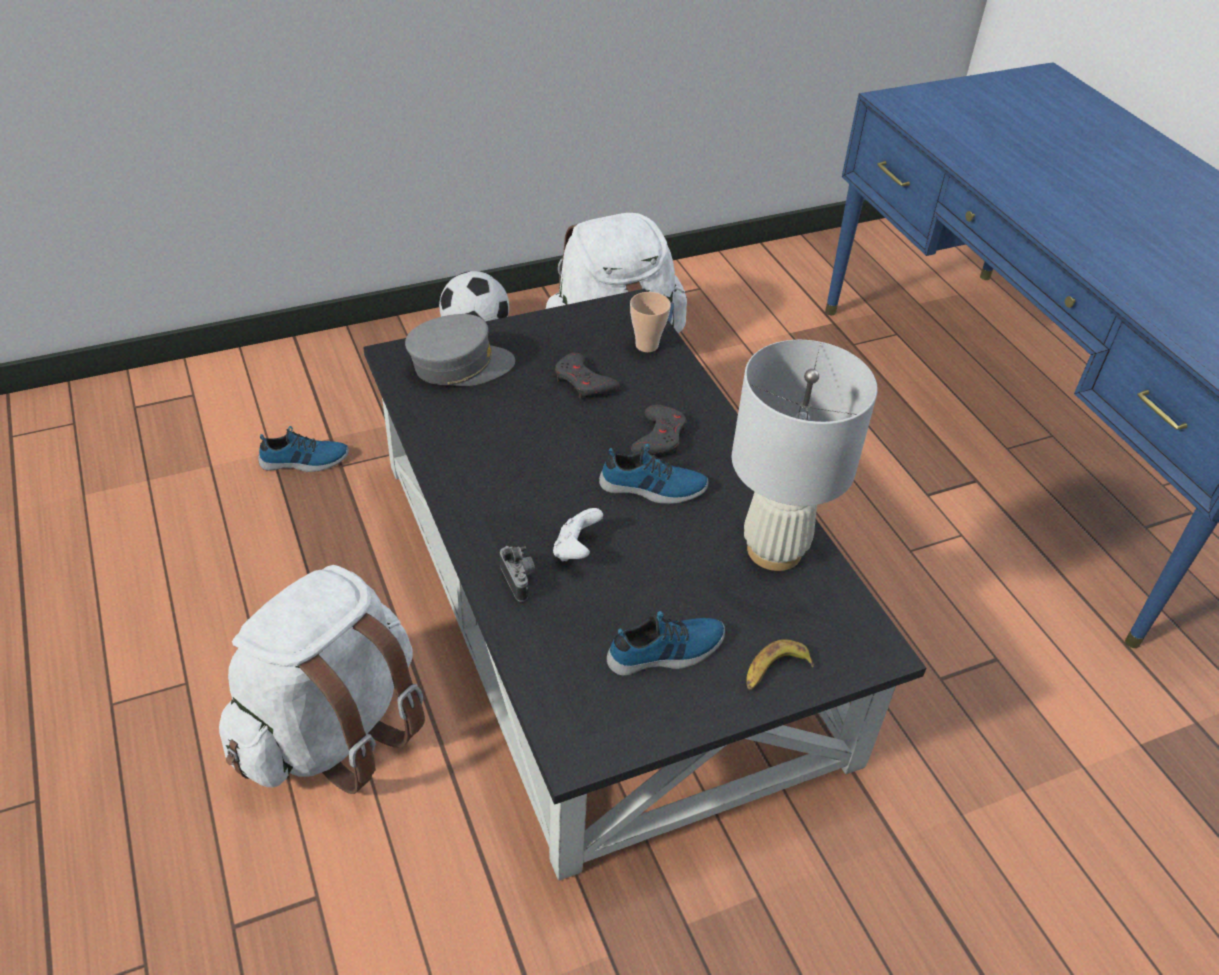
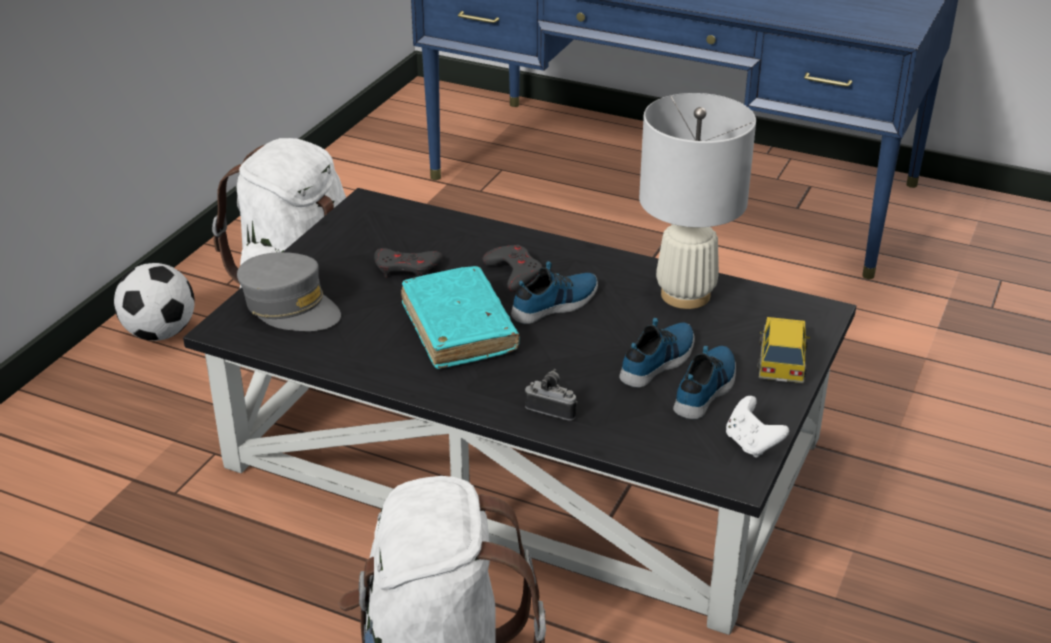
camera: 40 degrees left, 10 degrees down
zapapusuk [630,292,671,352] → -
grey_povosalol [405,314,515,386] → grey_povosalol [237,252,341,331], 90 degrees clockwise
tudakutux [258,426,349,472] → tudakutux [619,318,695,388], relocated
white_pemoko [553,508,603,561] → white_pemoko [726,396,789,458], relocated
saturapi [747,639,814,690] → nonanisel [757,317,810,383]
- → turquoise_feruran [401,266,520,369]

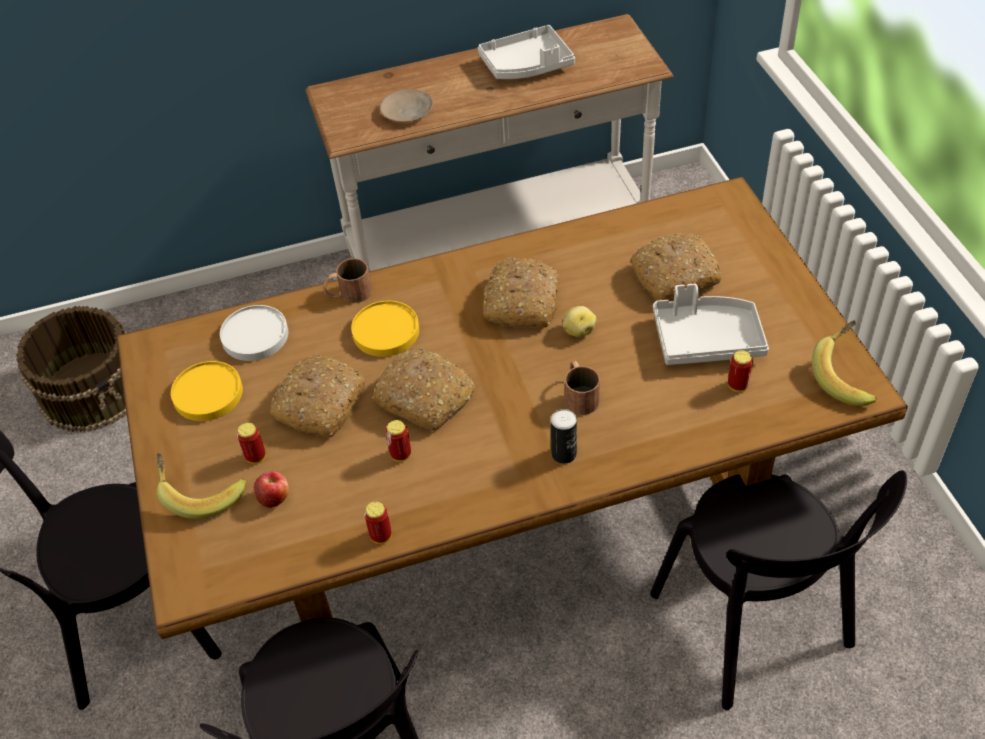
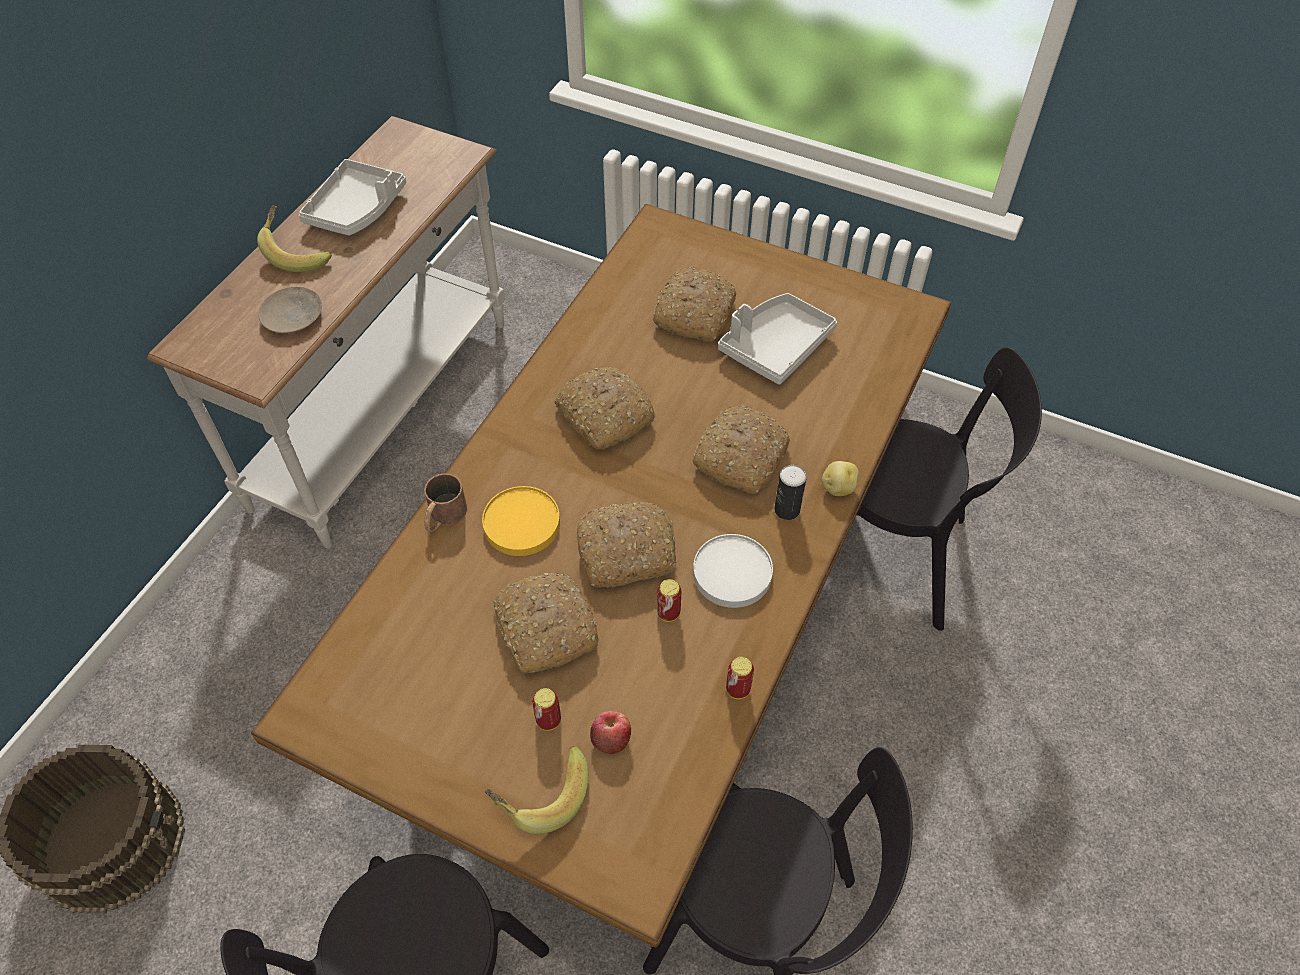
camera: 50 degrees left, 5 degrees up
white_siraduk [220,305,288,361] → white_siraduk [693,534,773,608], relocated
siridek [562,306,597,337] → siridek [822,461,859,496], relocated
saturapi [812,320,877,406] → saturapi [257,205,332,272], relocated
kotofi [728,350,753,392] → -
yellow_siraduk [171,361,243,421] → -
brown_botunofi [565,361,600,415] → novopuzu [692,405,790,494]

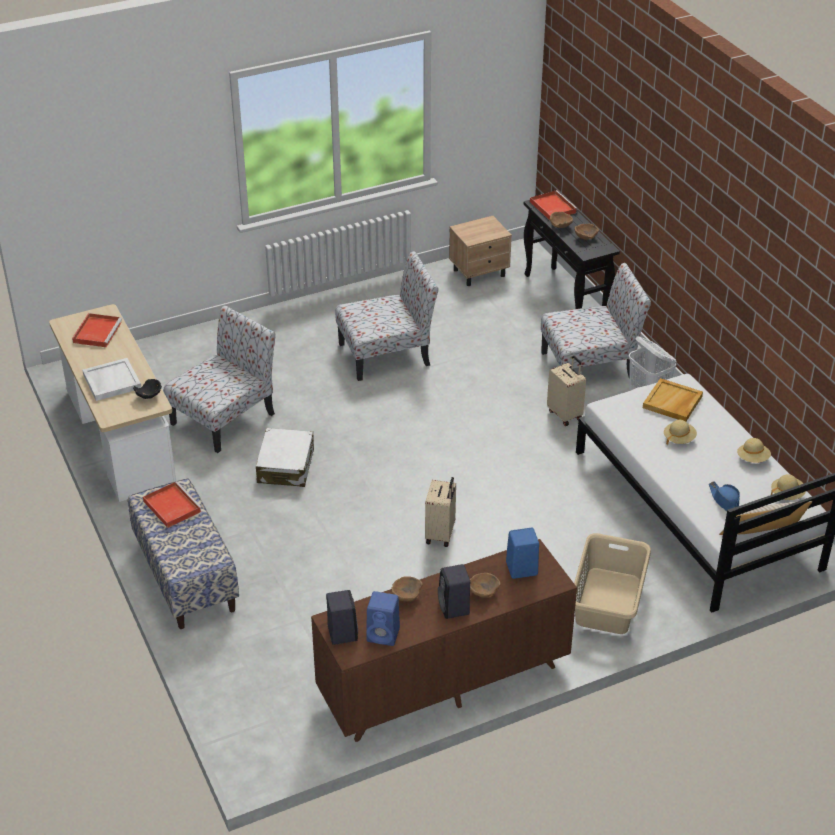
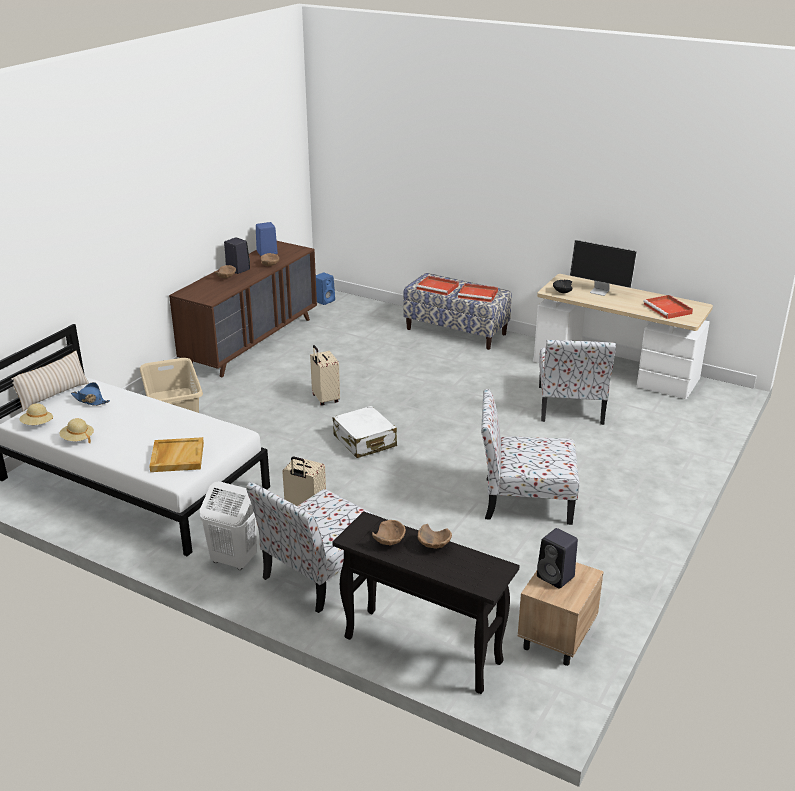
camera: 145 degrees right, 10 degrees down
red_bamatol [530,190,578,220] → red_bamatol [416,276,459,296], relocated
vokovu [335,251,438,381] → vokovu [481,389,580,525], 60 degrees clockwise
white_bamatol [82,358,141,401] → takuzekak [570,240,637,296]
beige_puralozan [664,420,697,445] → -
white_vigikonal [256,428,314,487] → white_vigikonal [333,406,397,458], relocated
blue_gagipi [506,528,539,579] → blue_gagipi [316,272,335,305], relocated
black_gagipi [326,590,358,645] → black_gagipi [537,528,578,589], relocated

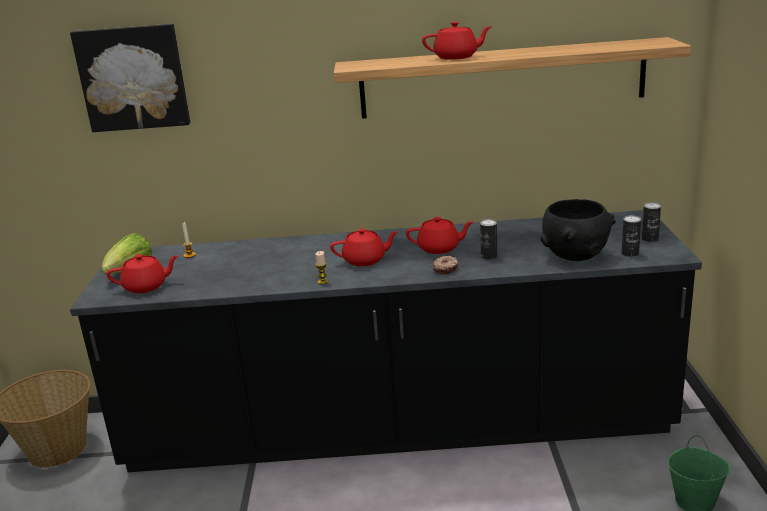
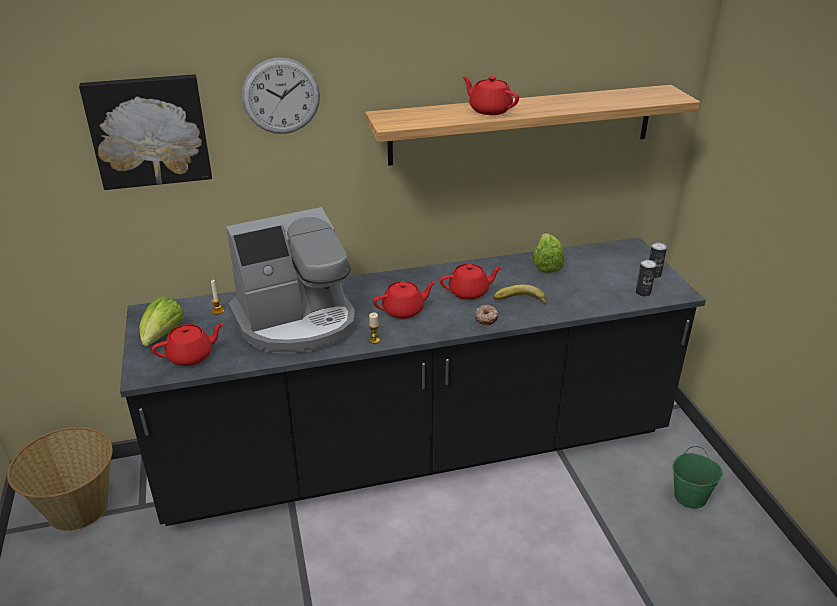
camera: 15 degrees left, 10 degrees up
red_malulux [422,22,492,60] → red_malulux [462,76,519,115], 120 degrees counterclockwise
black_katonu [541,199,616,261] → -
kotofi [480,219,497,260] → saturapi [494,284,546,304]
- → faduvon [242,57,320,134]
- → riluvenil [226,207,355,354]
- → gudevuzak [532,233,564,273]

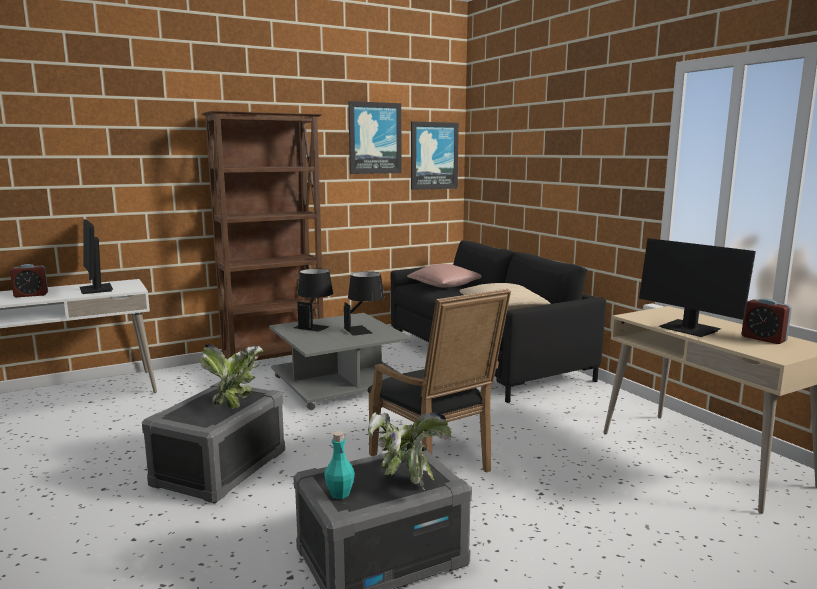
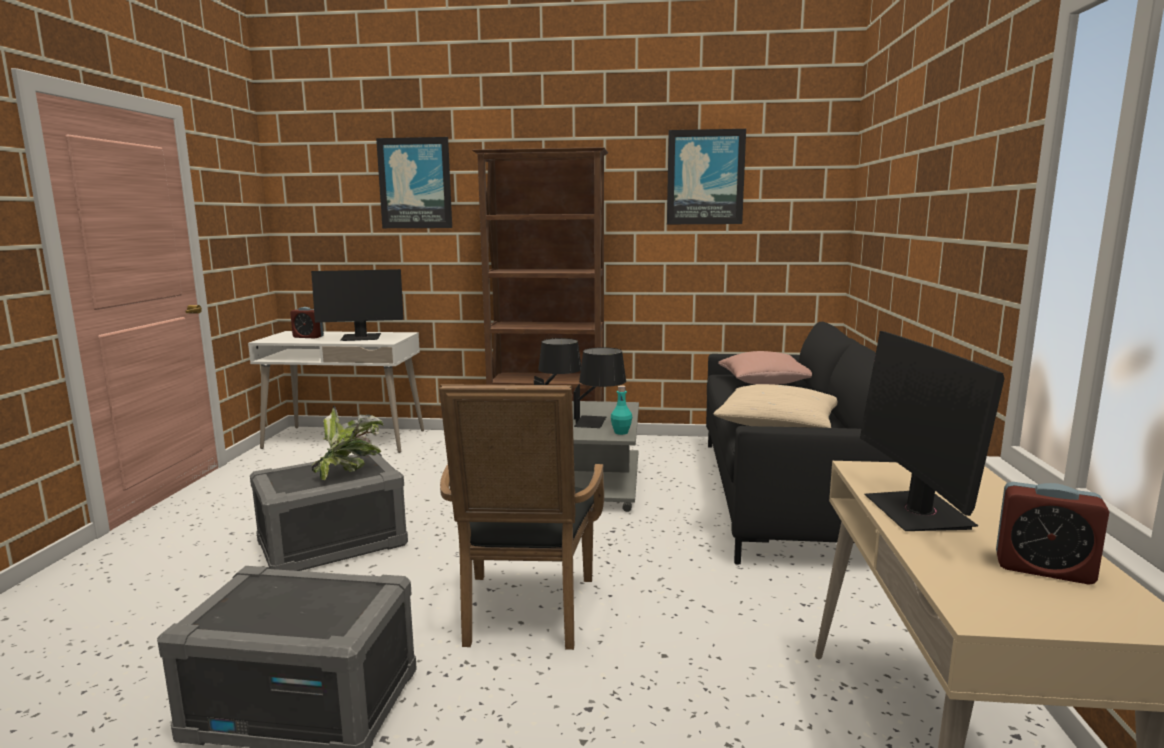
camera: 35 degrees right, 0 degrees up
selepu [411,122,459,190] → selepu [376,137,452,228], relocated
takuzekak [80,219,113,294] → takuzekak [311,269,404,341], 105 degrees counterclockwise
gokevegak [742,299,792,344] → gokevegak [996,482,1109,585], 60 degrees counterclockwise
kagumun [368,412,452,490] → -
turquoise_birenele [324,431,355,499] → turquoise_birenele [611,386,632,435], relocated

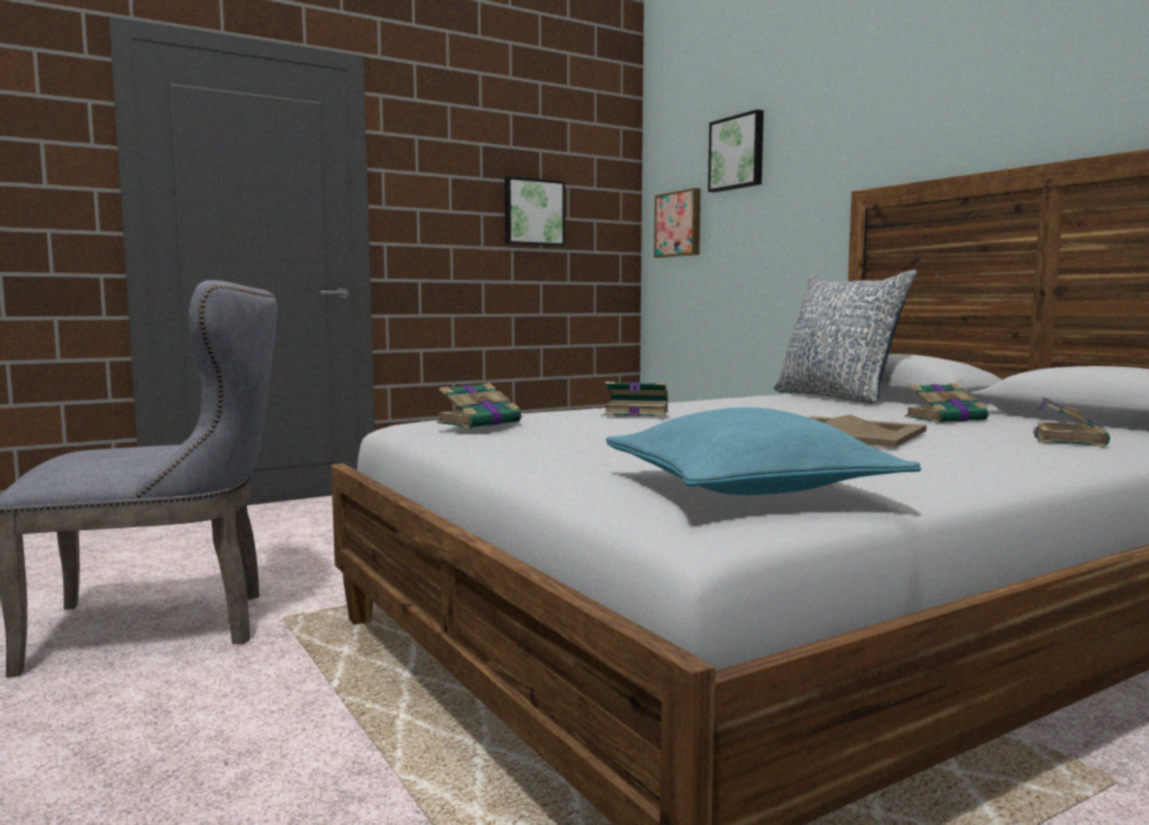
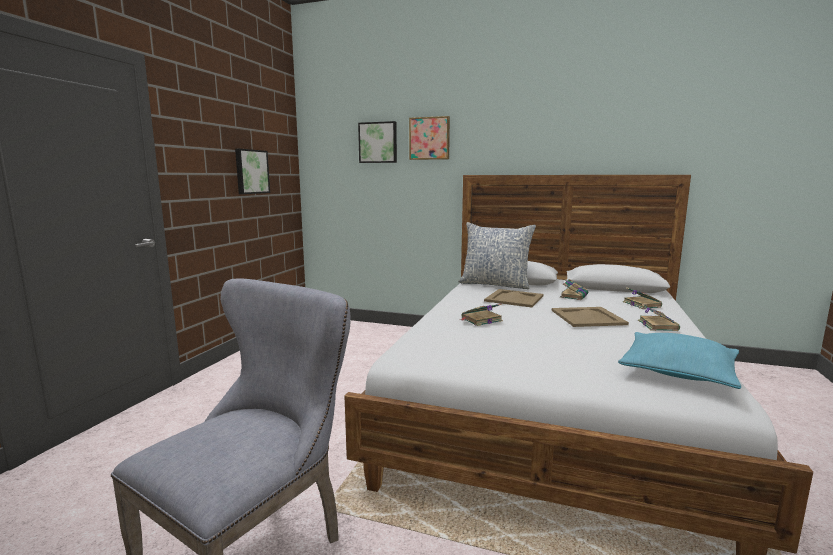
camera: 40 degrees left, 5 degrees up
selepu [654,188,701,258] → selepu [409,116,450,160], relocated
feruran [437,383,524,428] → feruran [638,304,680,331], relocated
- → beige_bamatol [484,289,544,308]

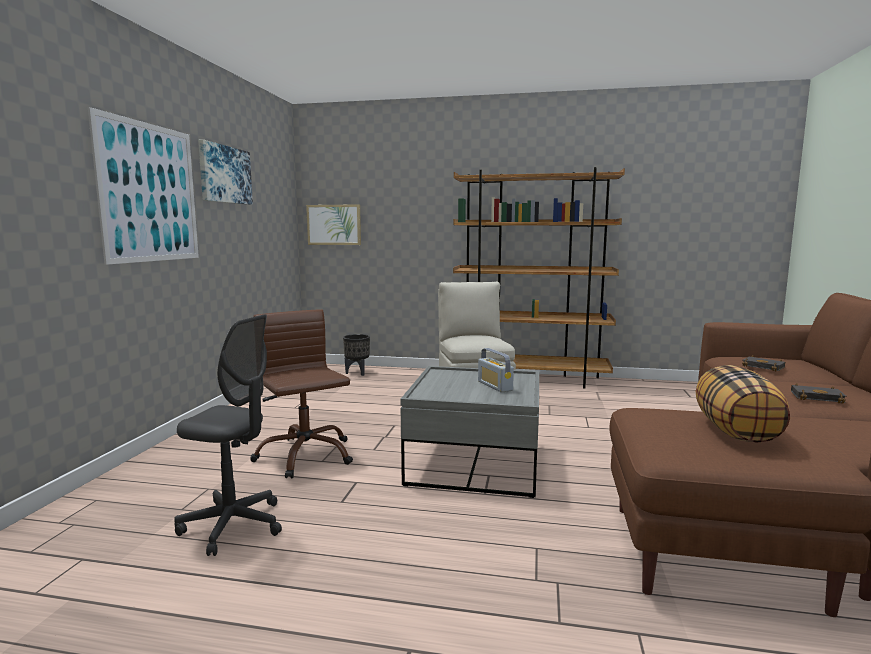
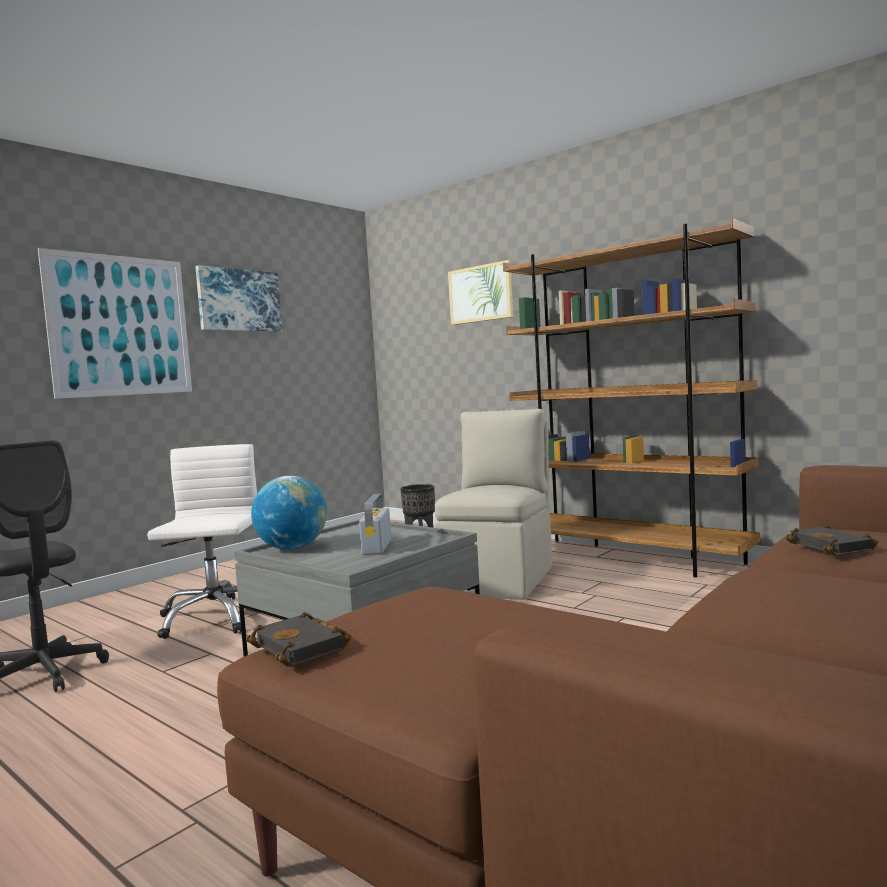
camera: 30 degrees right, 5 degrees down
selepu [306,204,361,245] → selepu [448,260,514,325], relocated
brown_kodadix [250,309,353,479] → white_kodadix [147,444,257,639]
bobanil [695,365,790,443] → -
black_feruran [791,383,847,404] → black_feruran [246,612,351,667], relocated
- → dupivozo [251,476,327,550]

